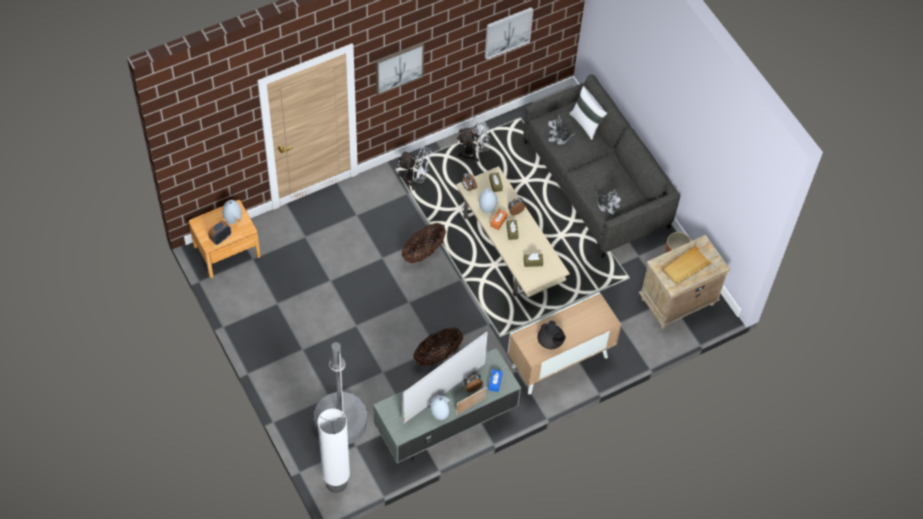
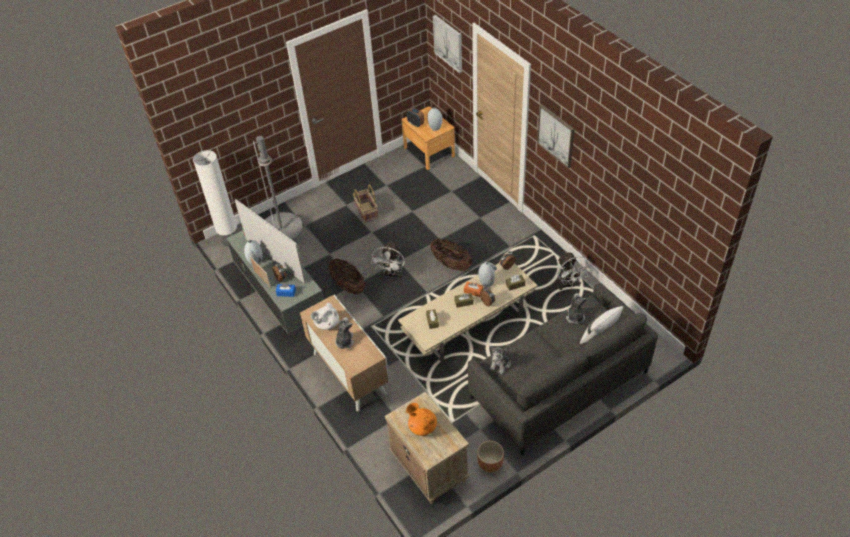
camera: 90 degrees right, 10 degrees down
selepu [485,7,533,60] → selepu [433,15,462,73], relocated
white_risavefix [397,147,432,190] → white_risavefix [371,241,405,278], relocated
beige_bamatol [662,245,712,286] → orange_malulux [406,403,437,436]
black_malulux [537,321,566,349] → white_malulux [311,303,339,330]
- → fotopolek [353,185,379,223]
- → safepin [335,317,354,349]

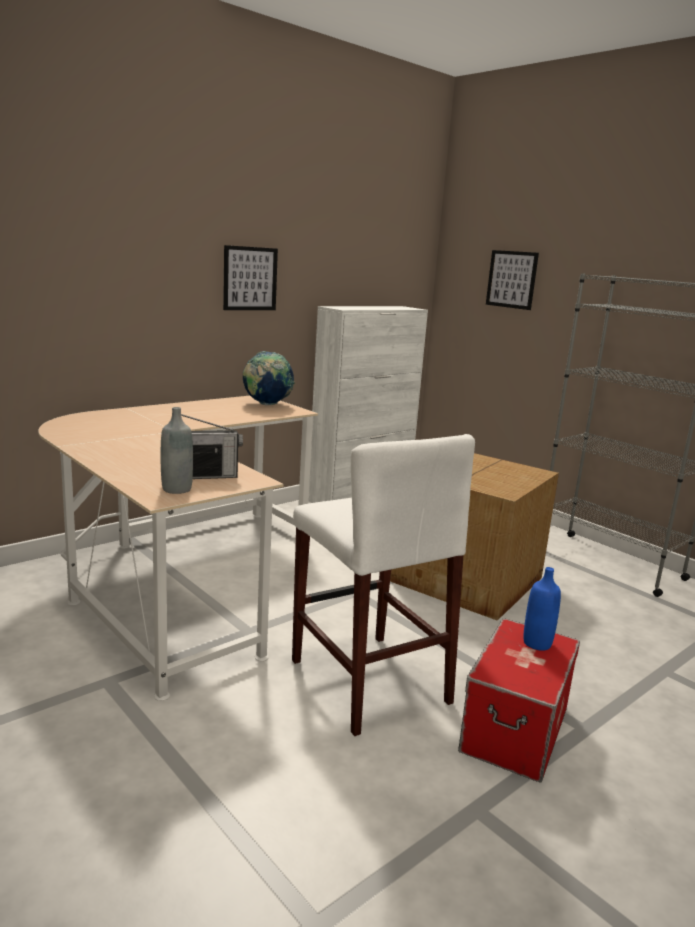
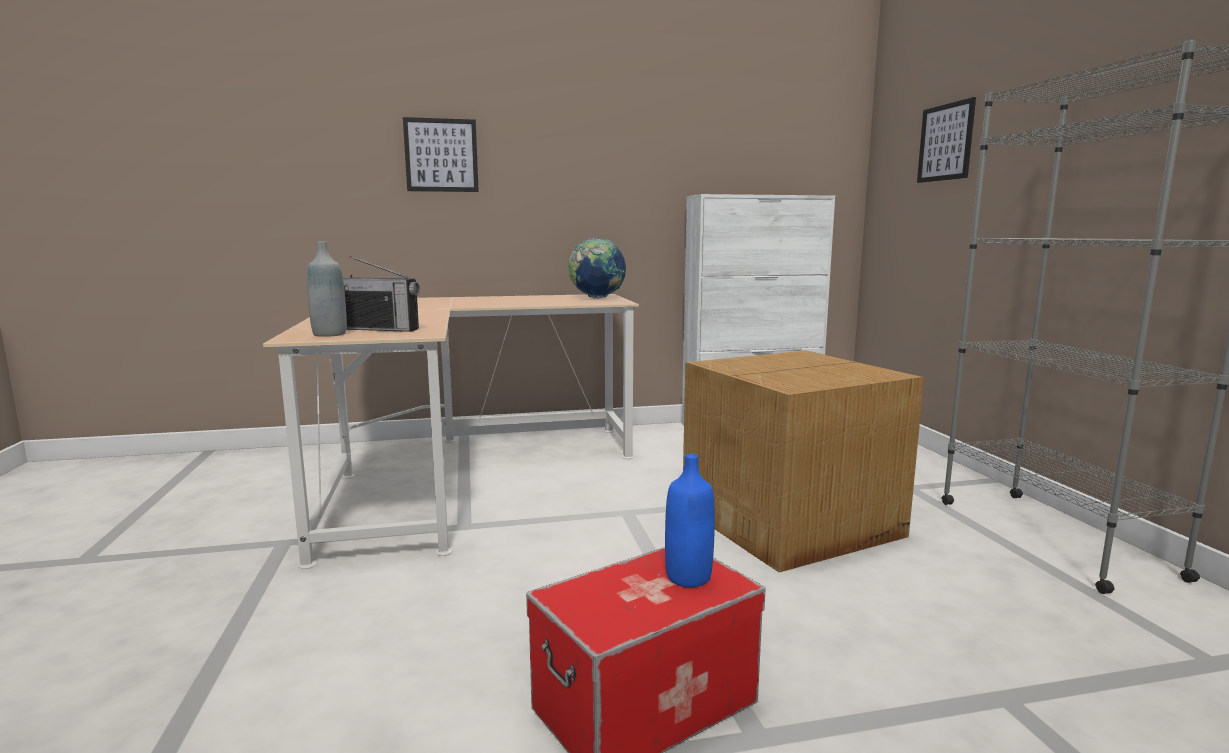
camera: 30 degrees right, 5 degrees down
selepu [223,245,278,310] → selepu [403,117,479,192], relocated
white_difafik [292,434,475,736] → -

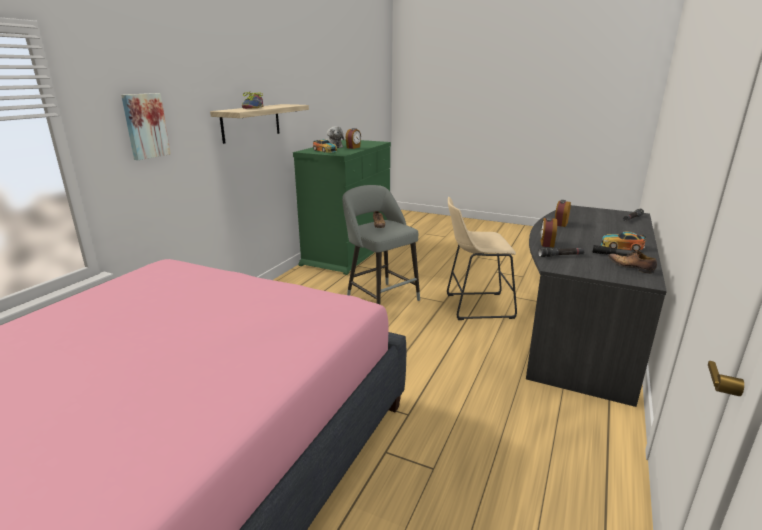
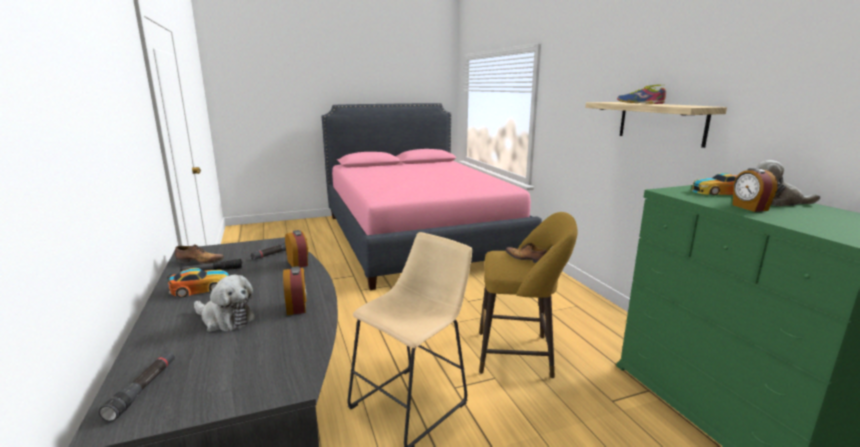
camera: 135 degrees right, 5 degrees down
selepu [121,93,171,160] → -
grey_difafik [342,185,420,304] → yellow_difafik [479,212,578,378]
- → safepin [194,275,255,332]

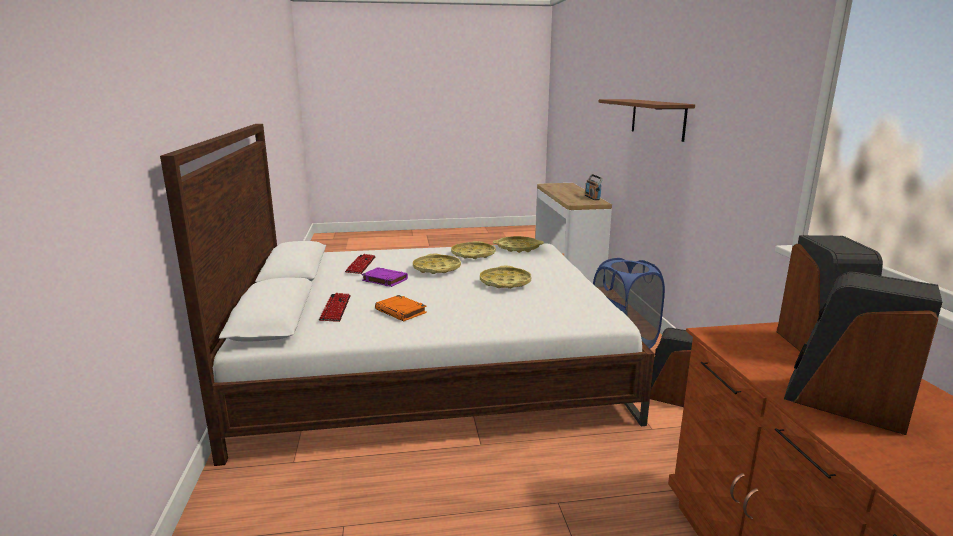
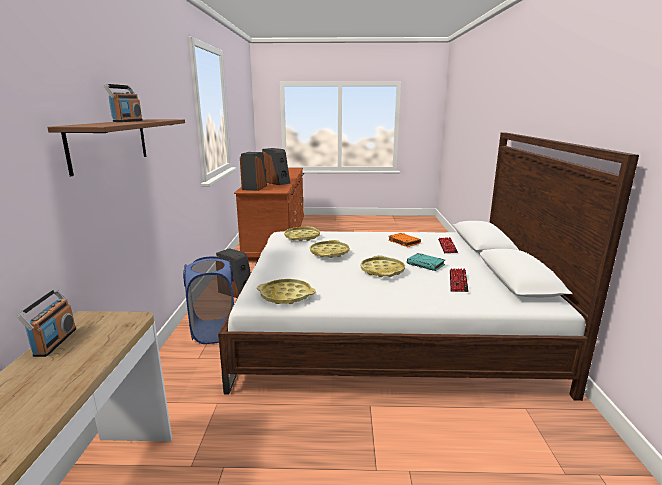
camera: 170 degrees left, 0 degrees up
yellow_bamatol [451,241,496,259] → yellow_bamatol [284,226,320,241], relocated
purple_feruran [362,267,408,287] → turquoise_feruran [407,253,445,271]
- → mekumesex [104,84,143,122]

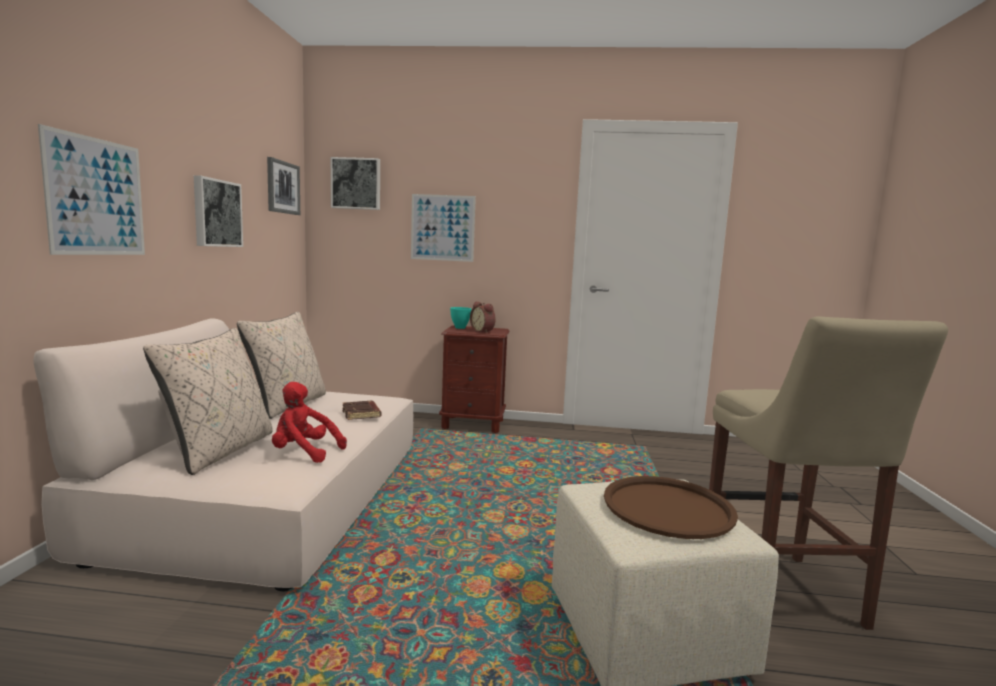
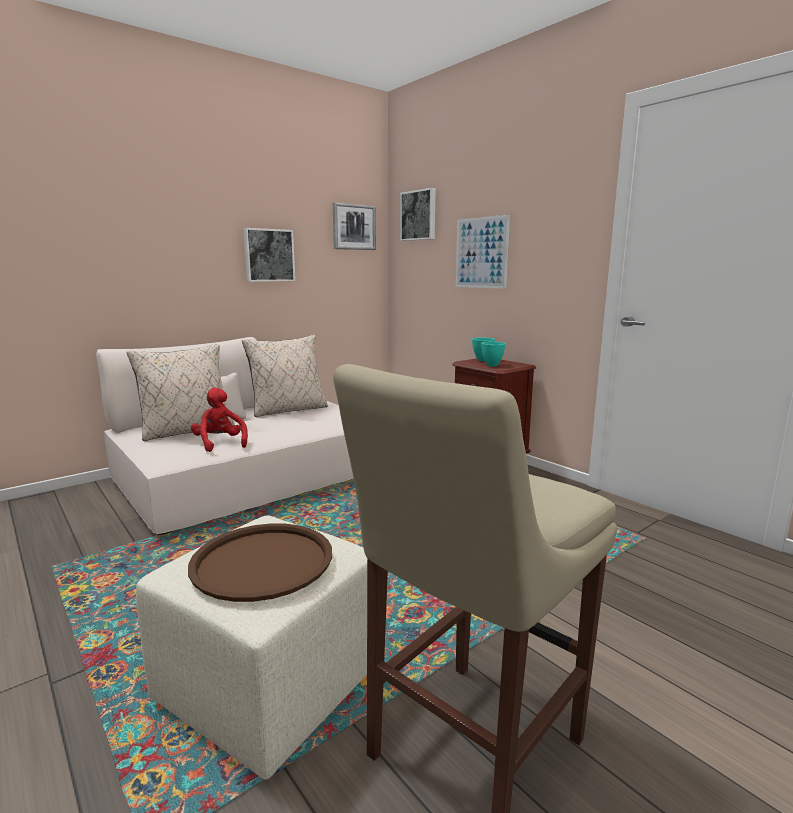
camera: 45 degrees right, 5 degrees up
selepu [38,124,145,255] → -
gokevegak [470,302,496,333] → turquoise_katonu [481,342,505,366]
brown_feruran [342,401,381,420] → -

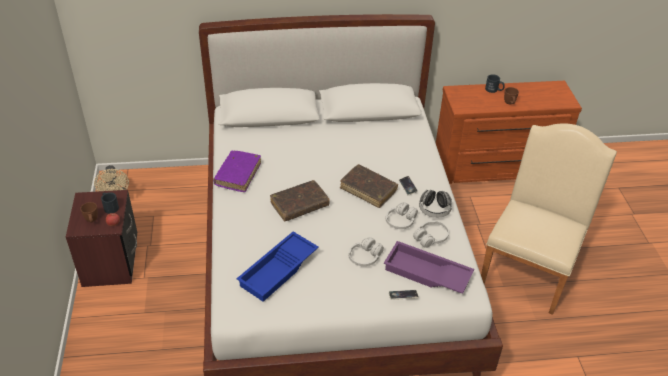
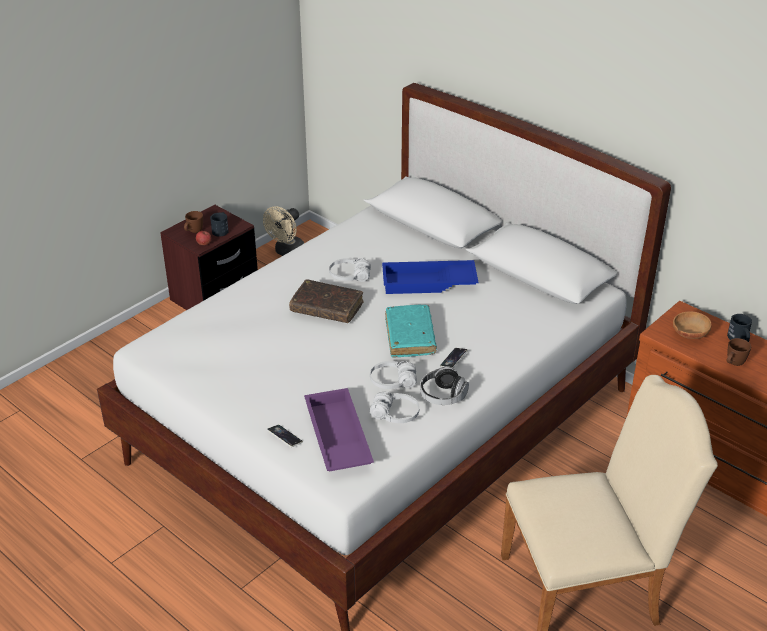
camera: 50 degrees right, 5 degrees down
purple_feruran [213,151,261,192] → -
brown_feruran [340,164,398,208] → turquoise_feruran [385,305,437,358]
blue_bamatol [236,231,319,302] → blue_bamatol [382,260,478,294], relocated
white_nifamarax [348,237,384,266] → white_nifamarax [329,258,371,282], relocated
- → brown_katonu [673,311,712,339]

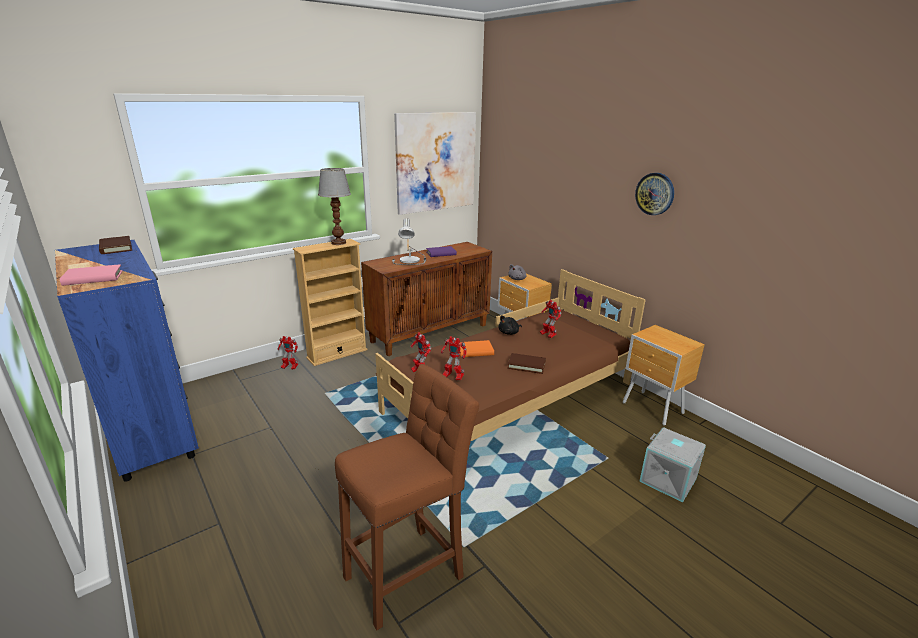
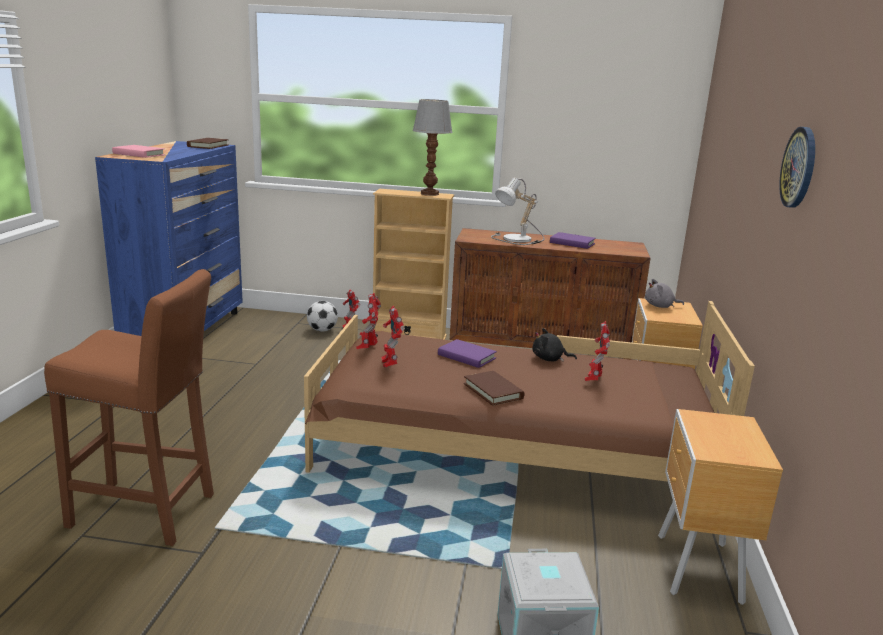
camera: 45 degrees right, 5 degrees down
selepu [394,112,476,215] → -
orange_feruran [460,340,494,357] → purple_feruran [438,339,497,368]
- → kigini [307,301,338,332]

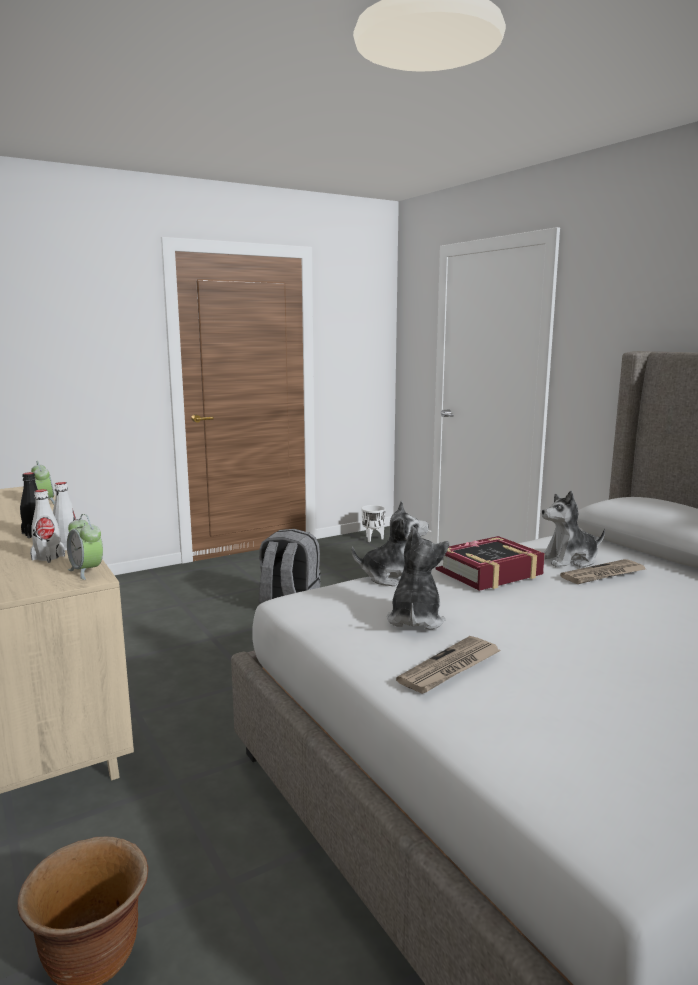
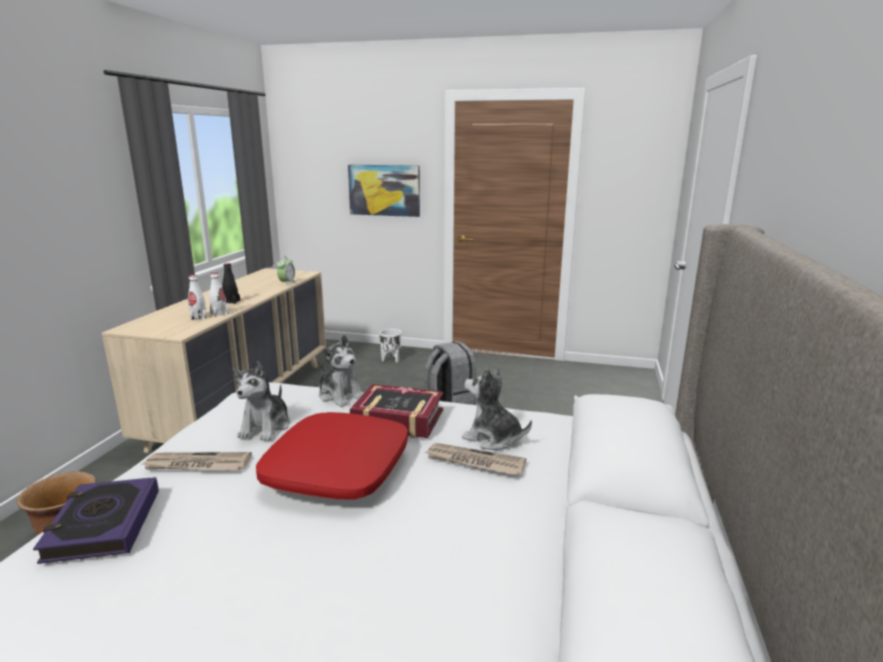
camera: 45 degrees right, 5 degrees up
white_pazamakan [362,505,385,542] → white_pazamakan [379,329,401,362], relocated
gokevegak [67,514,103,580] → -
safepin [387,527,449,630] → safepin [233,361,290,441], 135 degrees clockwise
- → selepu [348,165,420,217]
- → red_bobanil [256,412,408,500]
- → feruran [33,477,159,564]

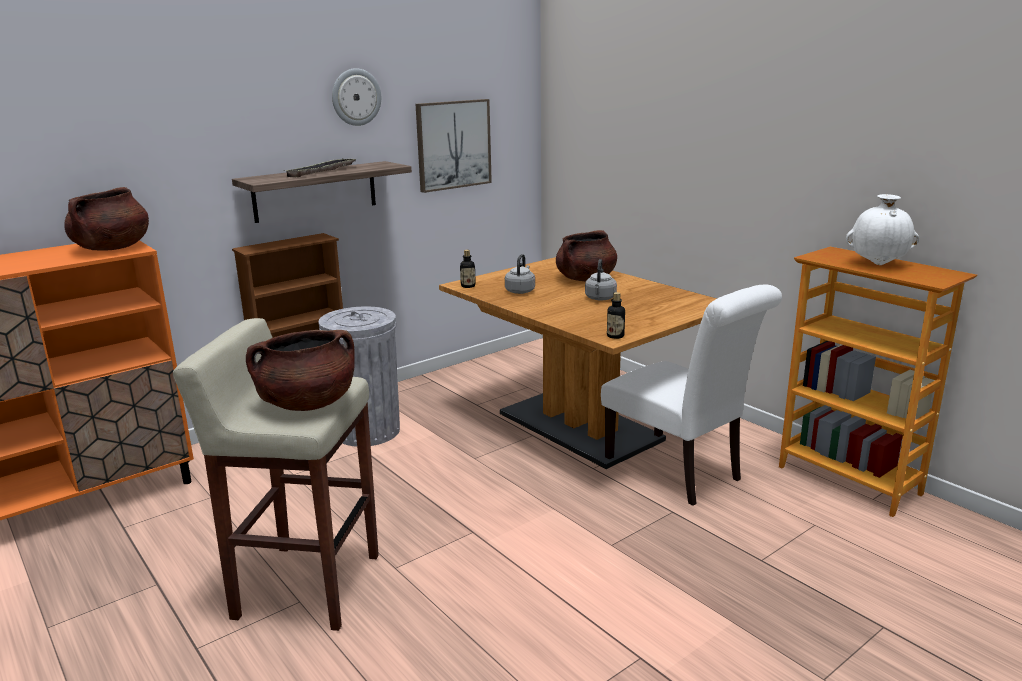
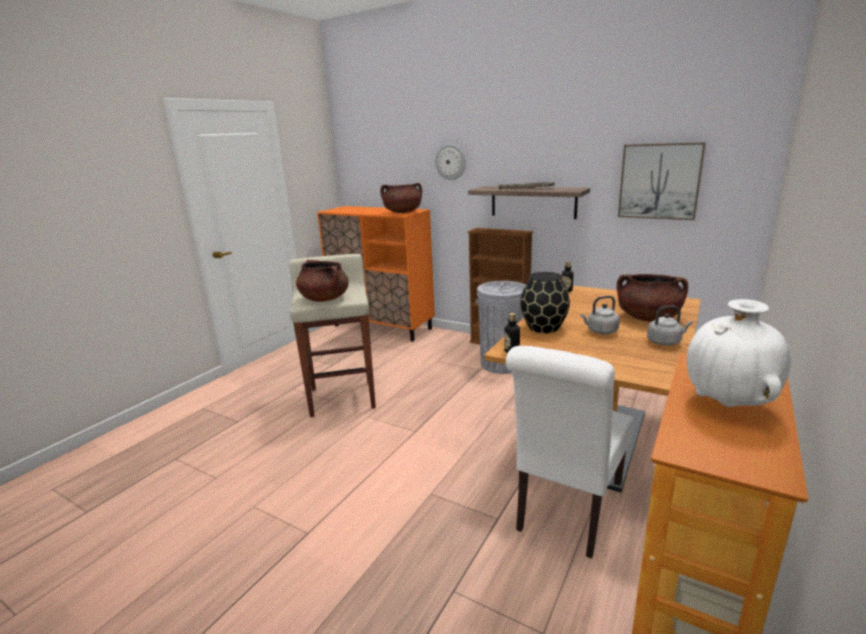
camera: 70 degrees right, 0 degrees up
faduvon [332,68,381,126] → faduvon [435,144,466,180], relocated
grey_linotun [505,254,535,294] → grey_linotun [647,305,693,346], relocated
- → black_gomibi [520,272,570,333]

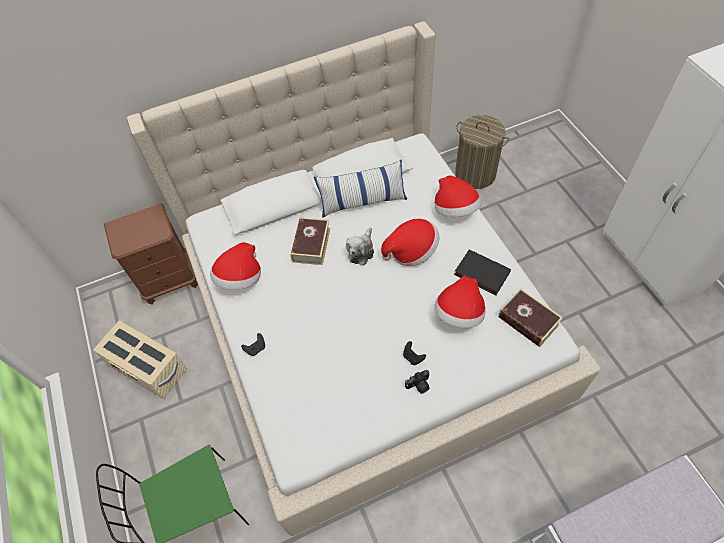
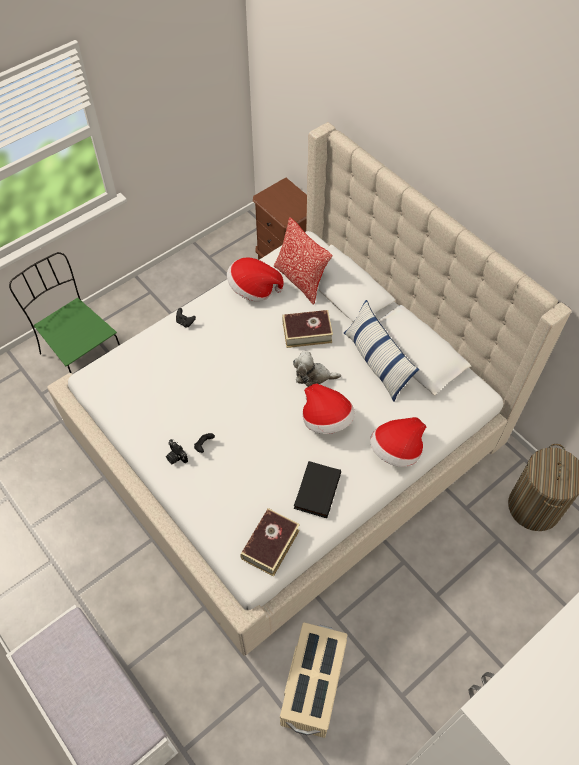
camera: 70 degrees right, 0 degrees up
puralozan [434,276,486,328] → -
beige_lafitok [93,321,187,399] → beige_lafitok [280,622,347,738], relocated
- → bobanil [274,217,333,305]

